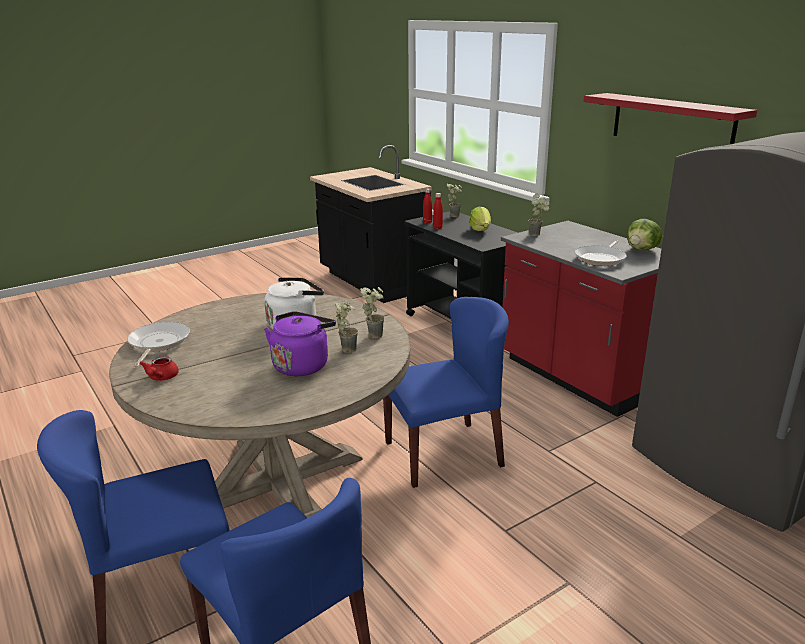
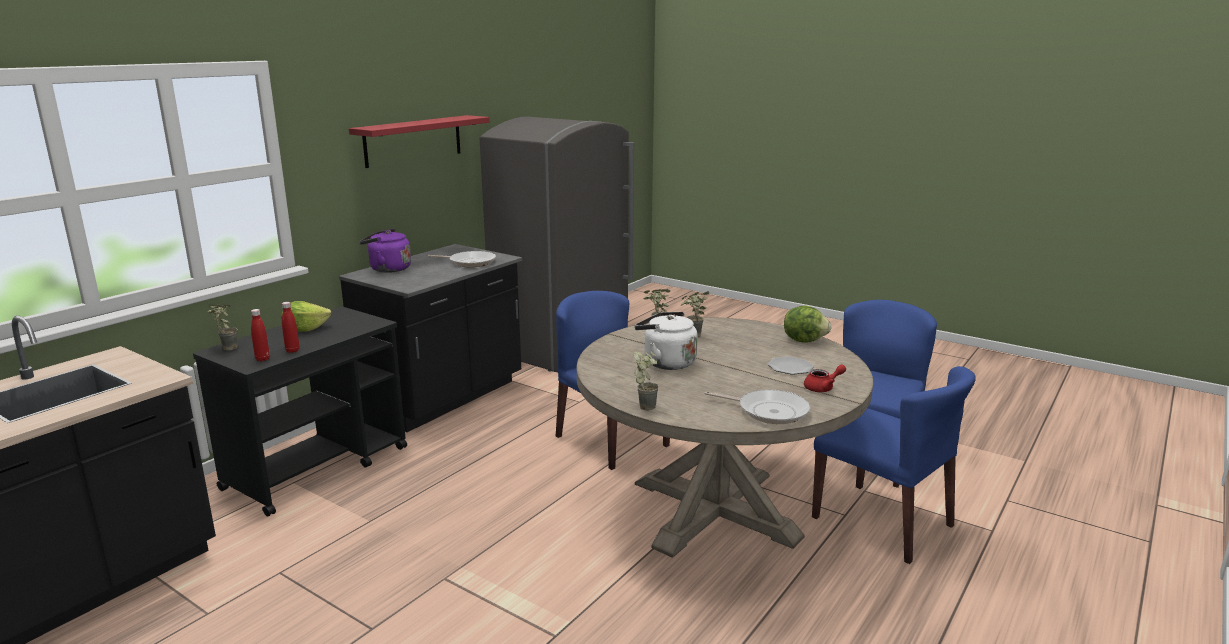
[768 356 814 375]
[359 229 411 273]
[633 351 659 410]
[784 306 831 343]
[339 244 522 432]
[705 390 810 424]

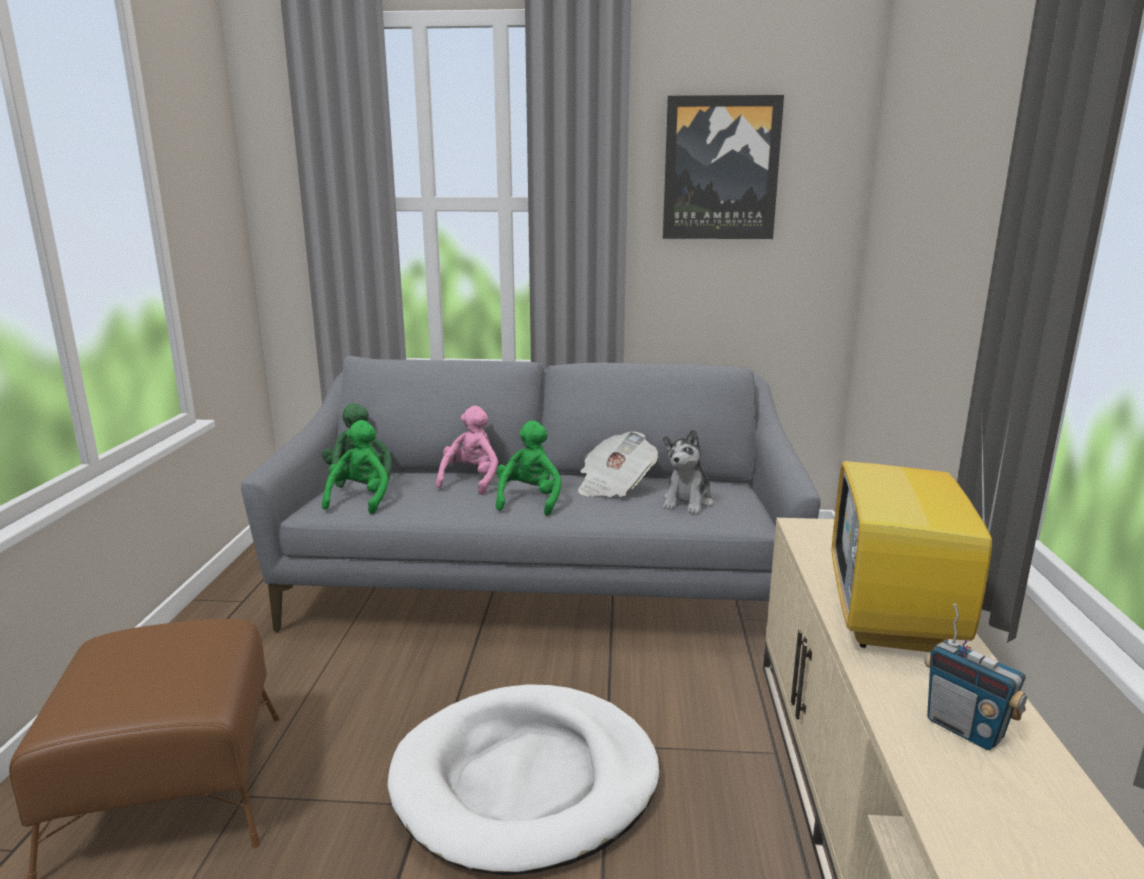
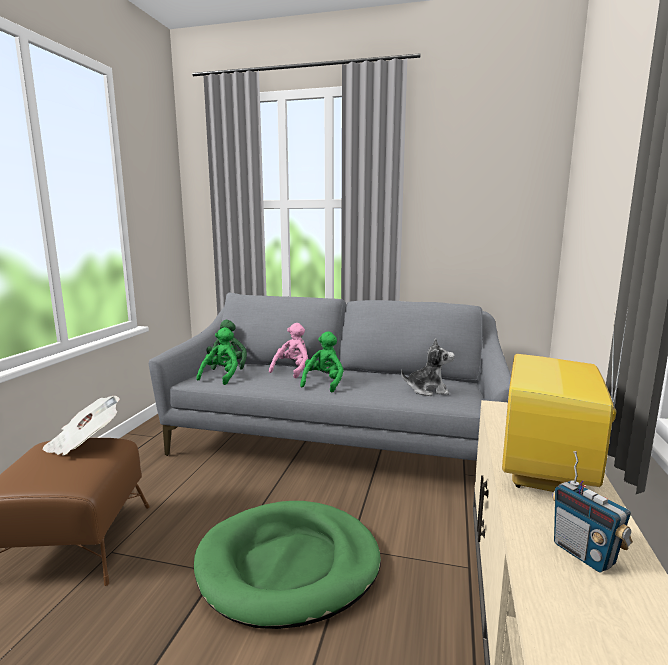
[663 95 784 239] (first image)
[42 396 120 456]
[194 501 381 629]
[401 338 455 396]

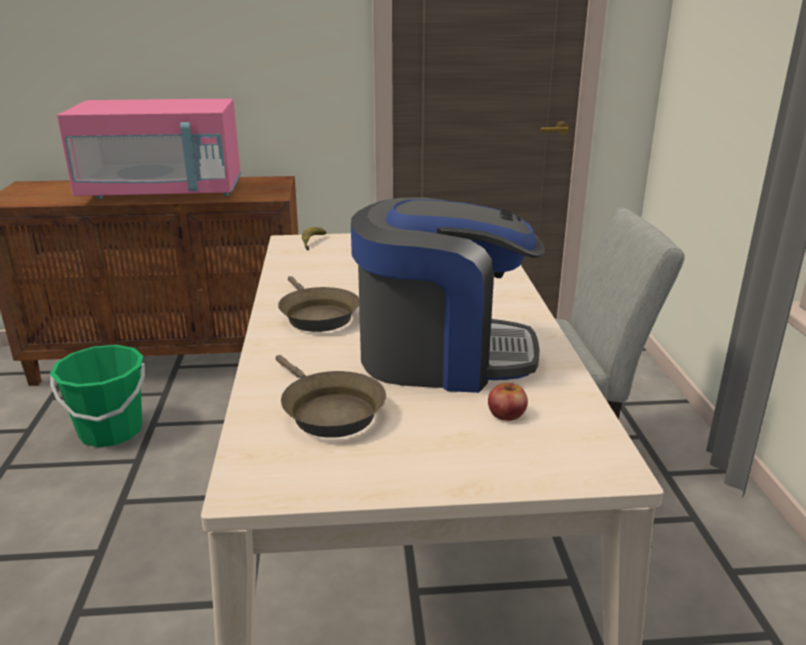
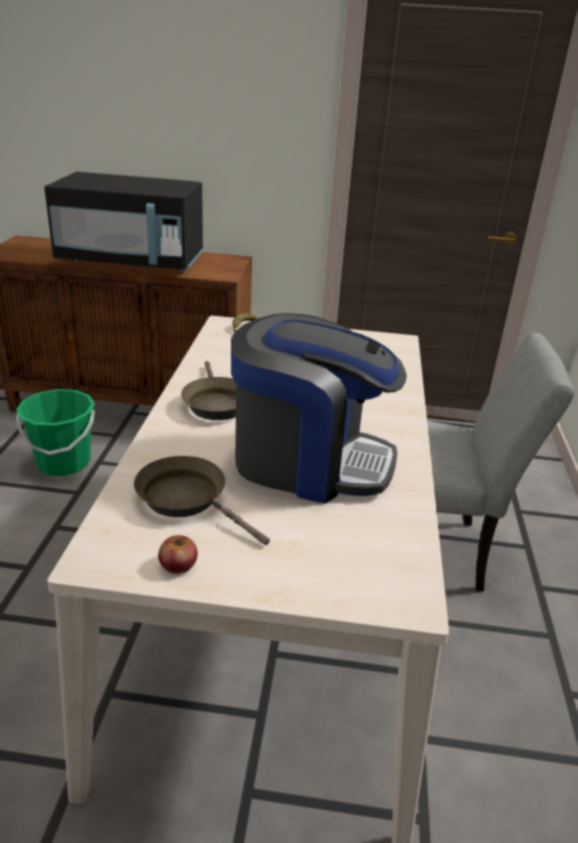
[158 535 198 574]
[44 172 204 271]
[134 456 270 545]

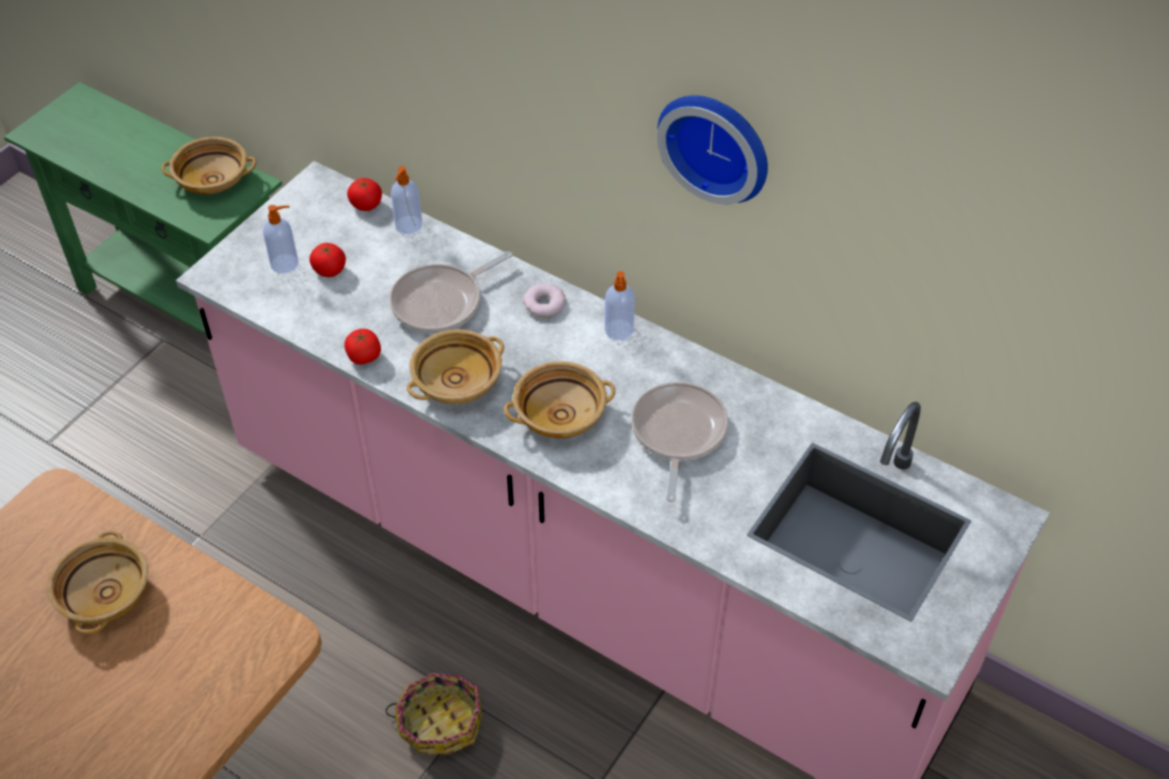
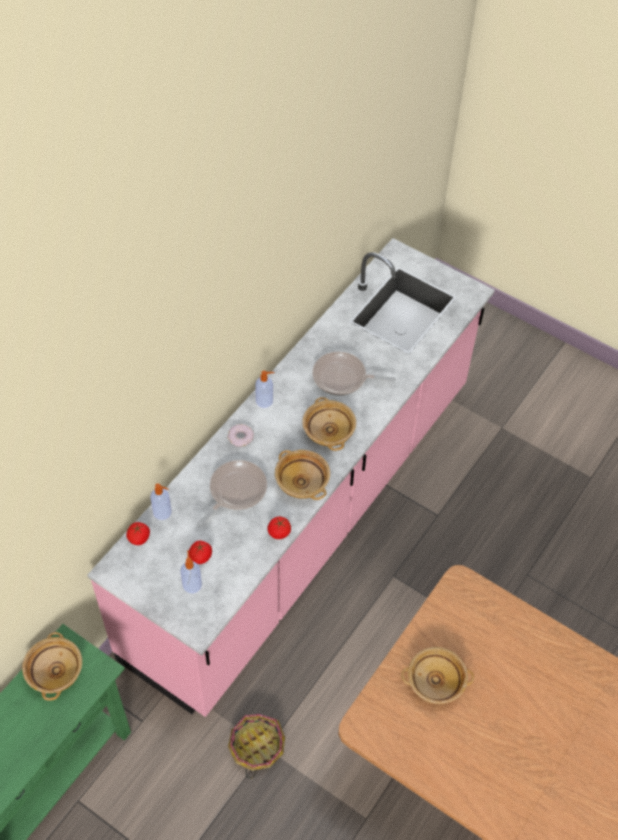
[657 95 768 205] (first image)
[228 714 285 779]
[197 460 267 526]

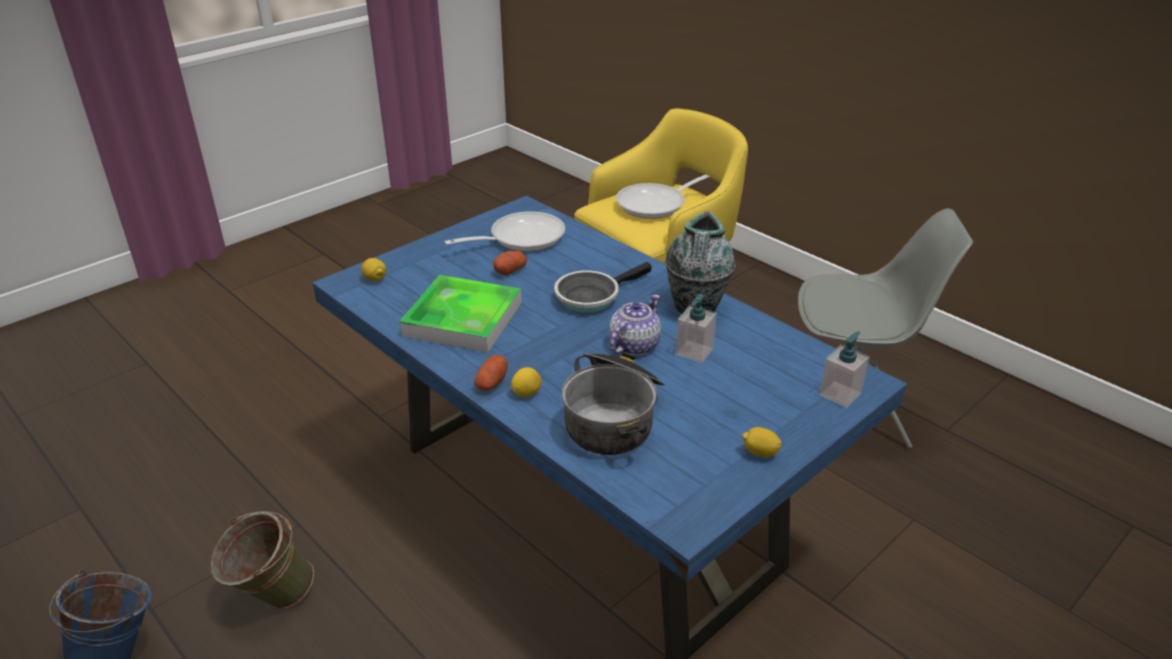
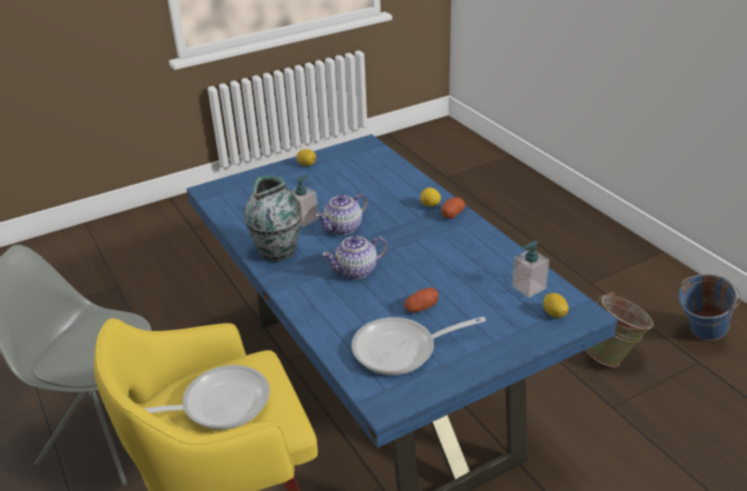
[400 275 522 353] (first image)
[562 352 665 455] (first image)
[512 241 549 298]
[322 236 388 279]

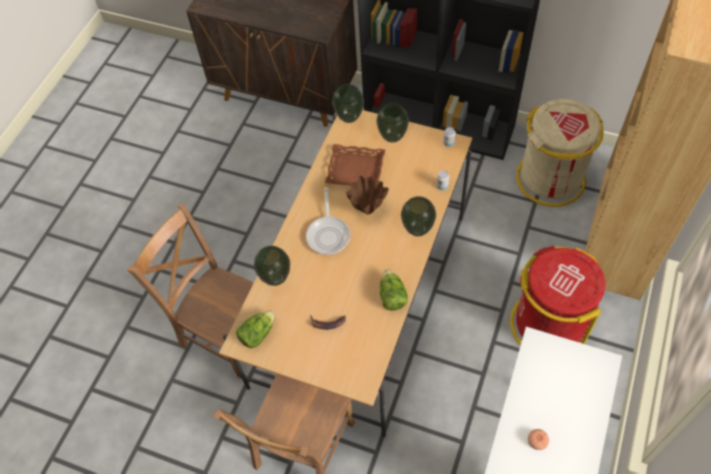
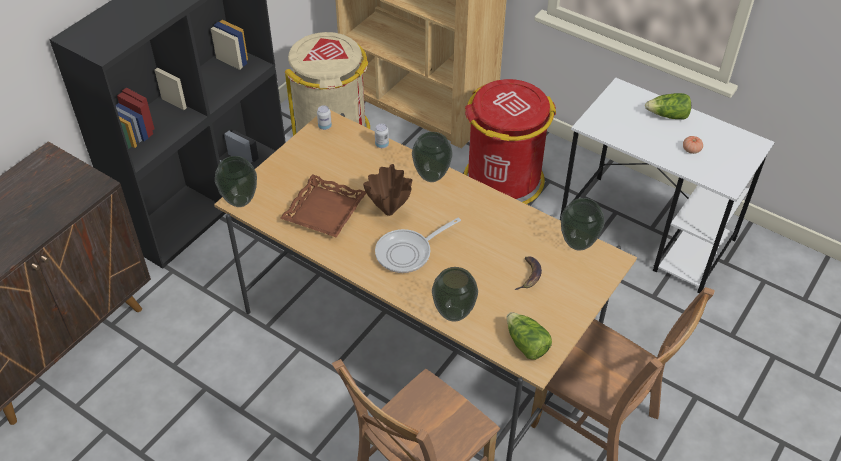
[561 198 604 251]
[645 93 691 120]
[375 218 461 273]

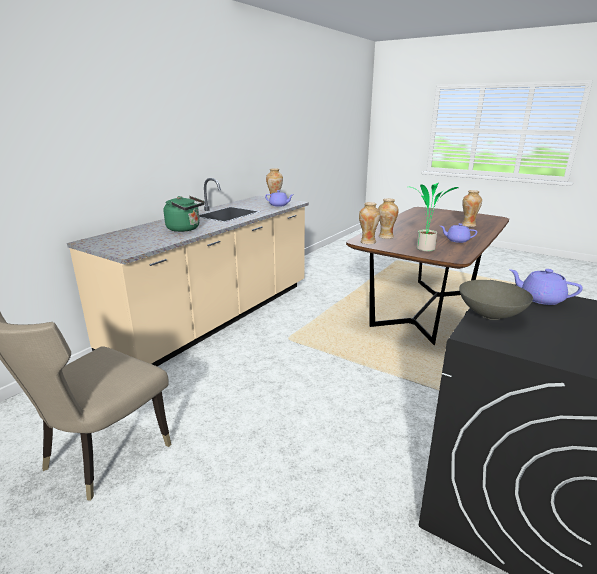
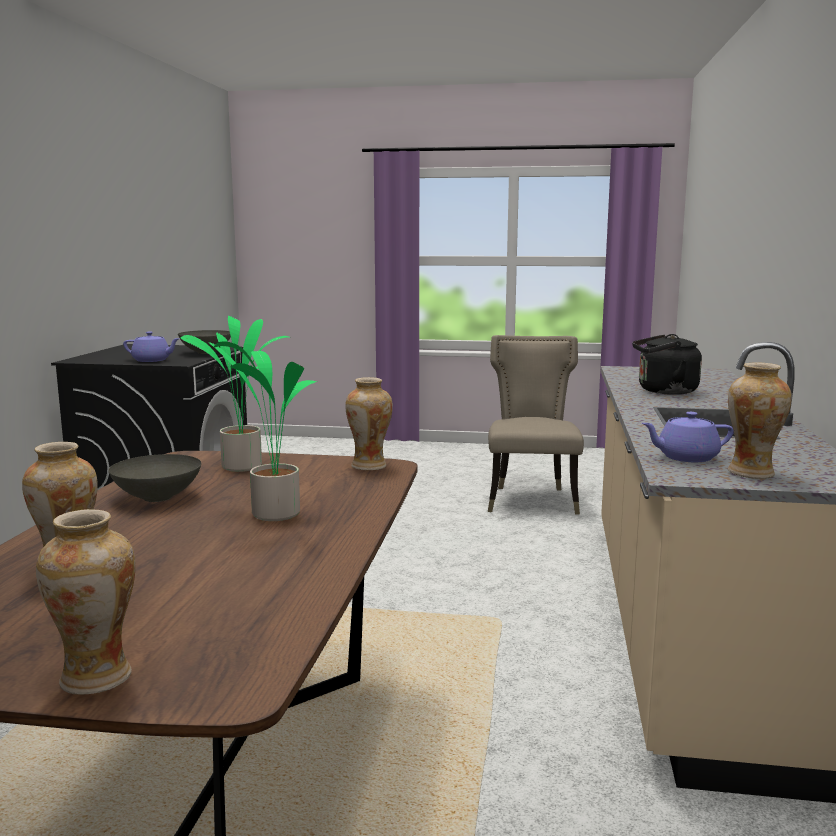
[208 341 317 521]
[36 509 135 695]
[108 454 201 502]
[632 334 702 395]

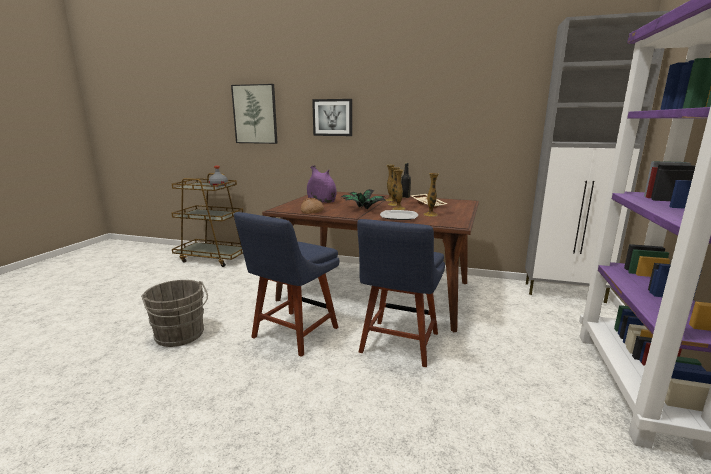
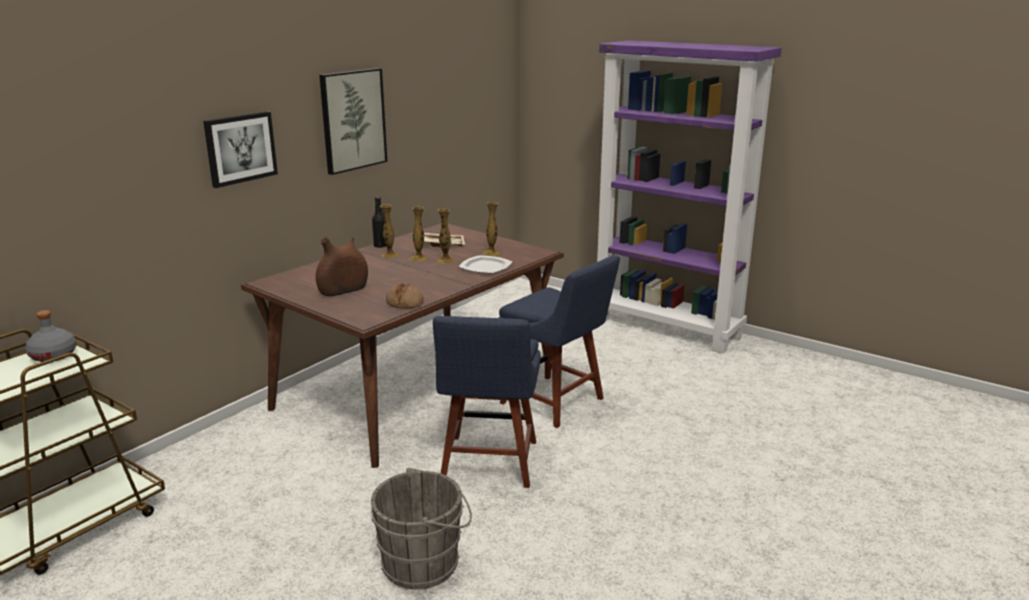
[341 189 385 209] (first image)
[525 10 672 303] (first image)
[319 68 387 175]
[315 237 368 296]
[433 316 540 488]

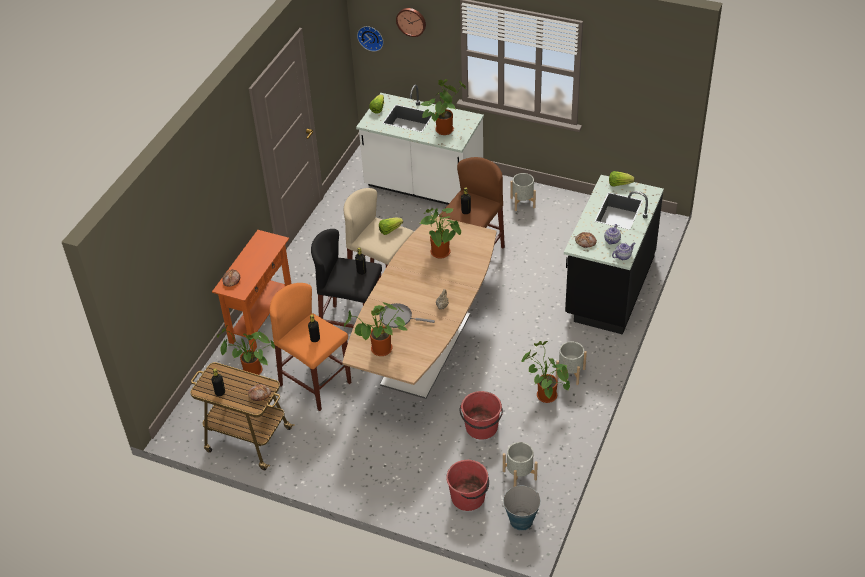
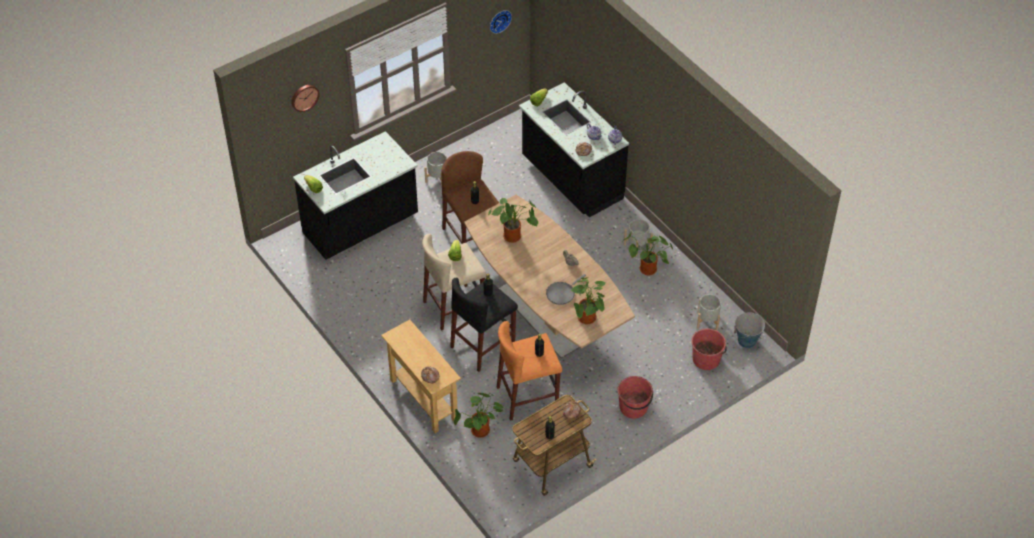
[420 79 466 135] (first image)
[490 10 512 34]
[617 376 653 419]
[381 320 461 433]
[293 131 418 260]

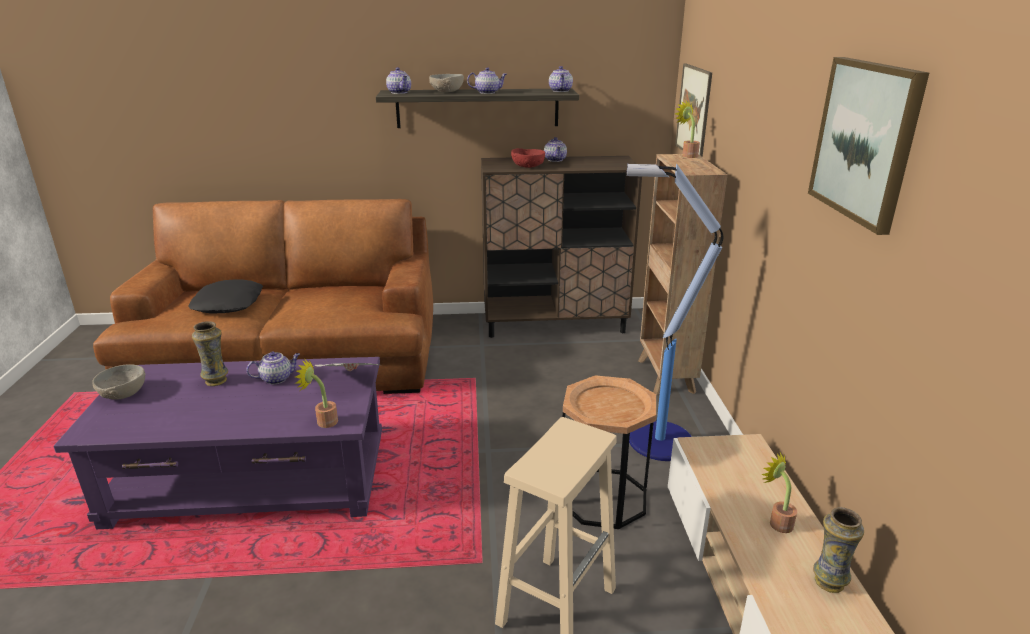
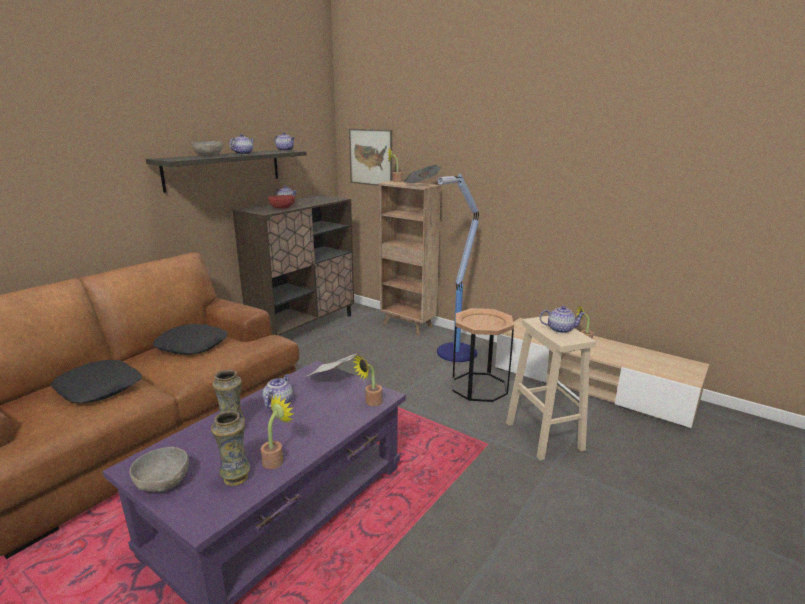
[808 57 929 235] (first image)
[153 324 228 355]
[261 395 294 469]
[404 165 441 183]
[540 306 586 333]
[211 411 250 486]

